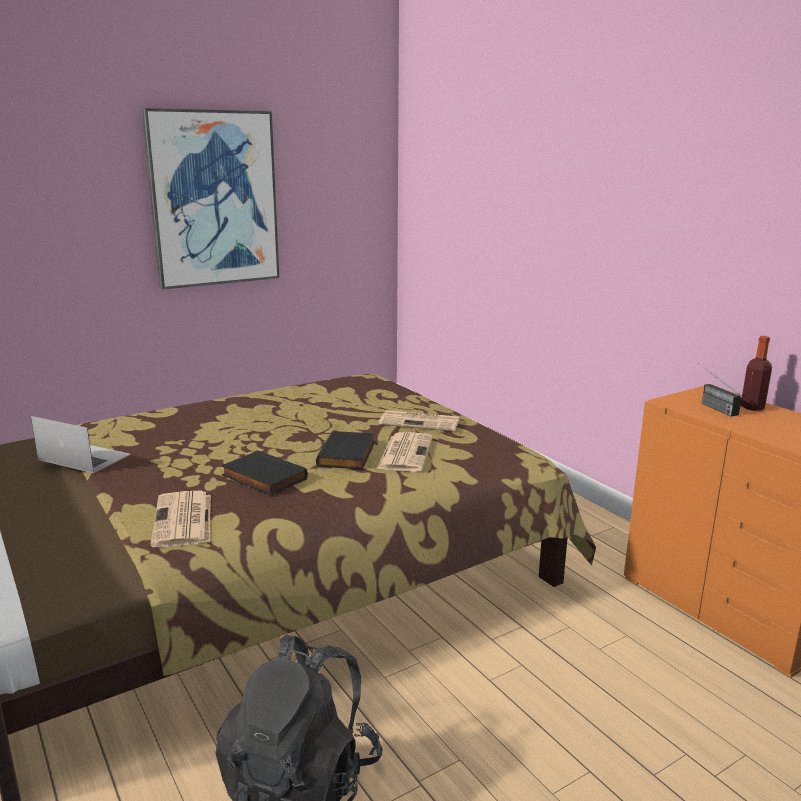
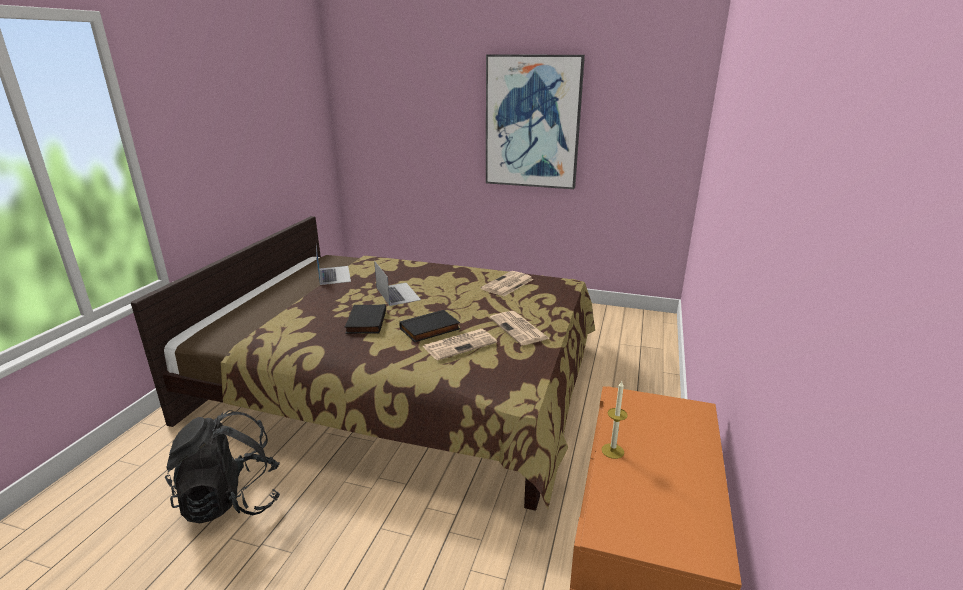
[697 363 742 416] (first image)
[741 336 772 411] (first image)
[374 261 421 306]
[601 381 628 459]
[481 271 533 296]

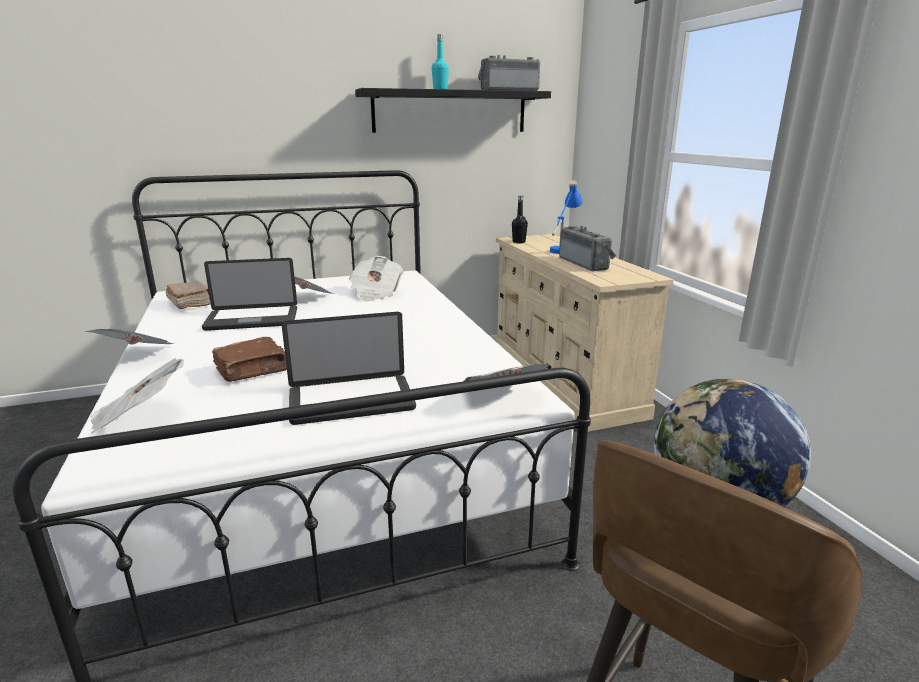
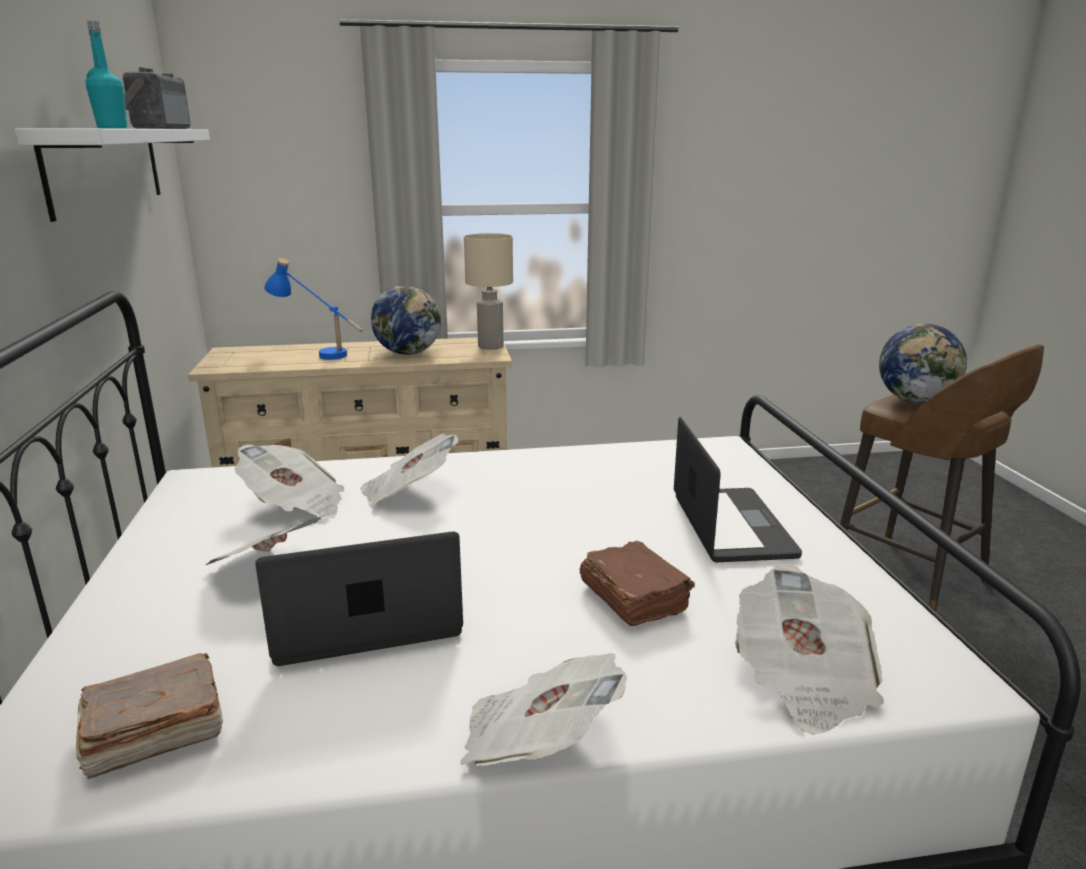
[512 196 528 243] (first image)
[464 233 513 350]
[360 434 459 505]
[371 285 441 355]
[15 128 210 222]
[255 532 463 666]

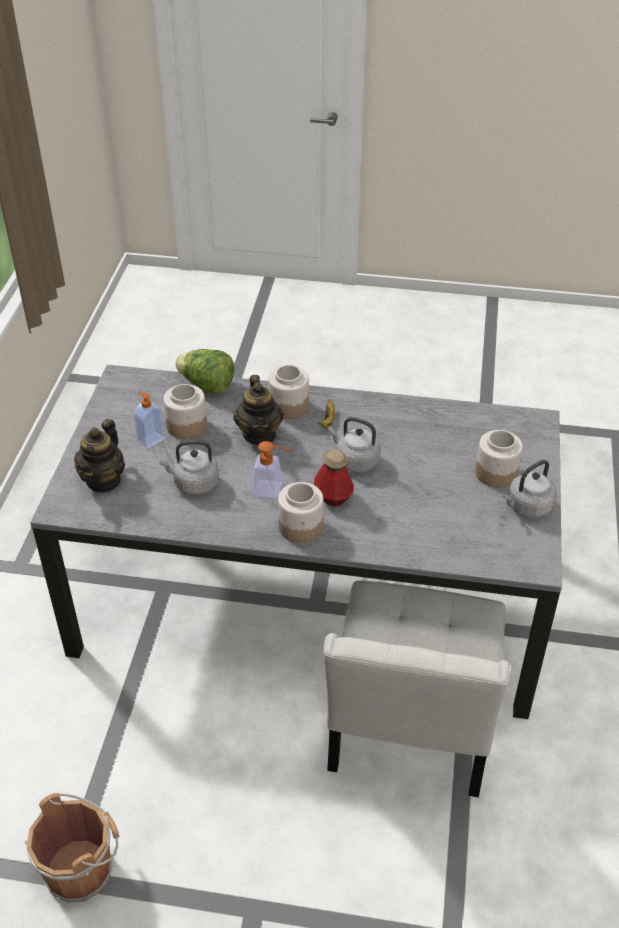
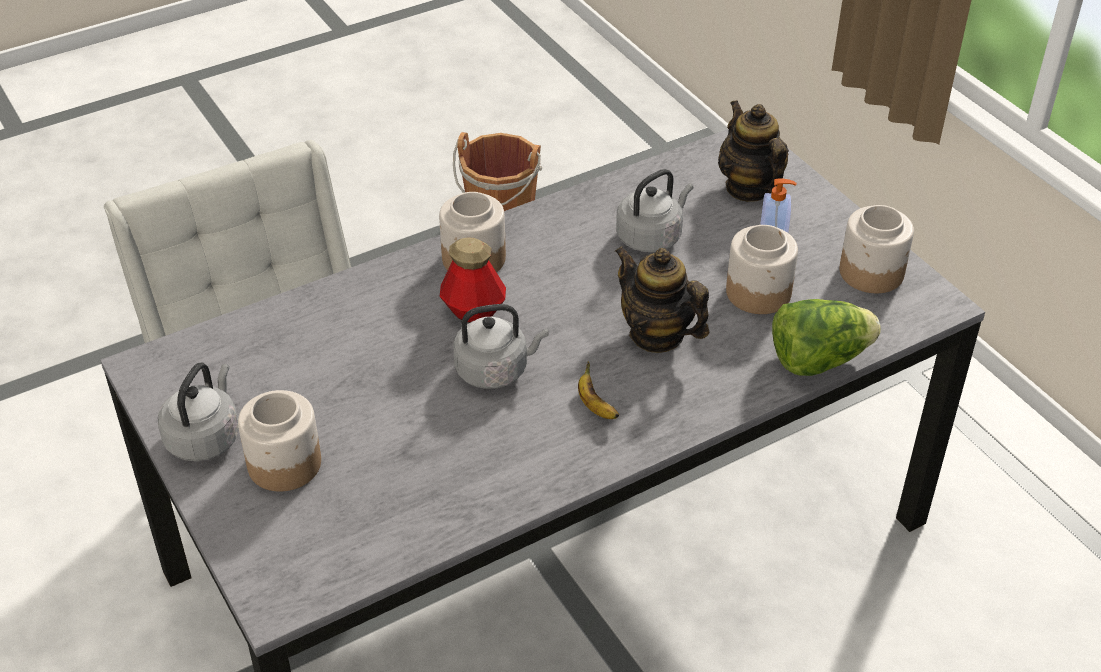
[252 441 291 499] (first image)
[840 205 914 293]

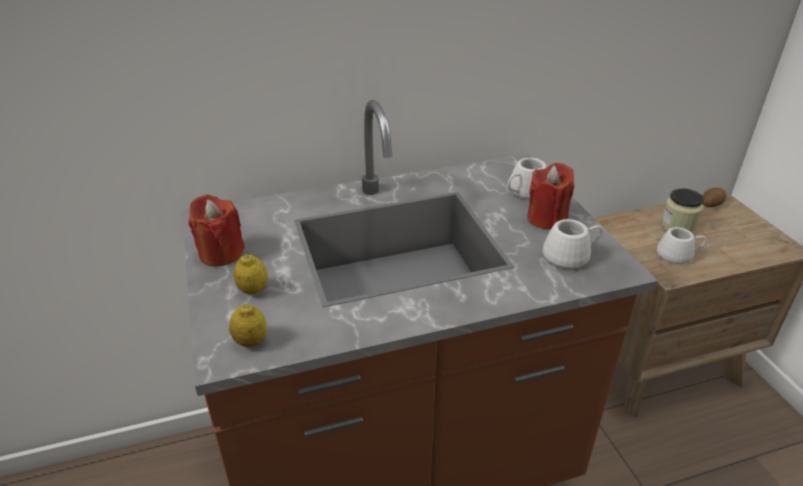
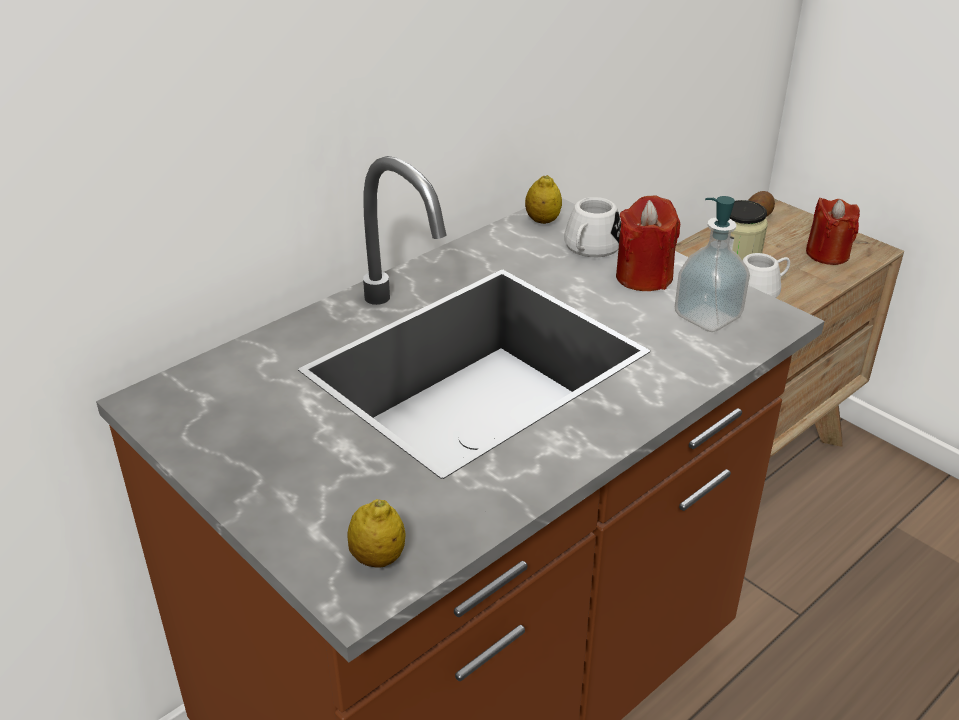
[806 198 860 265]
[525 175 562 224]
[675 196 750 332]

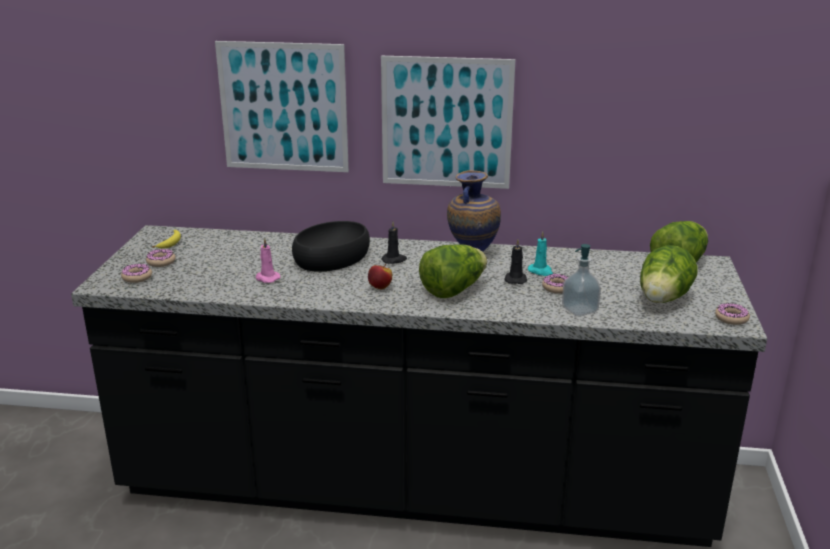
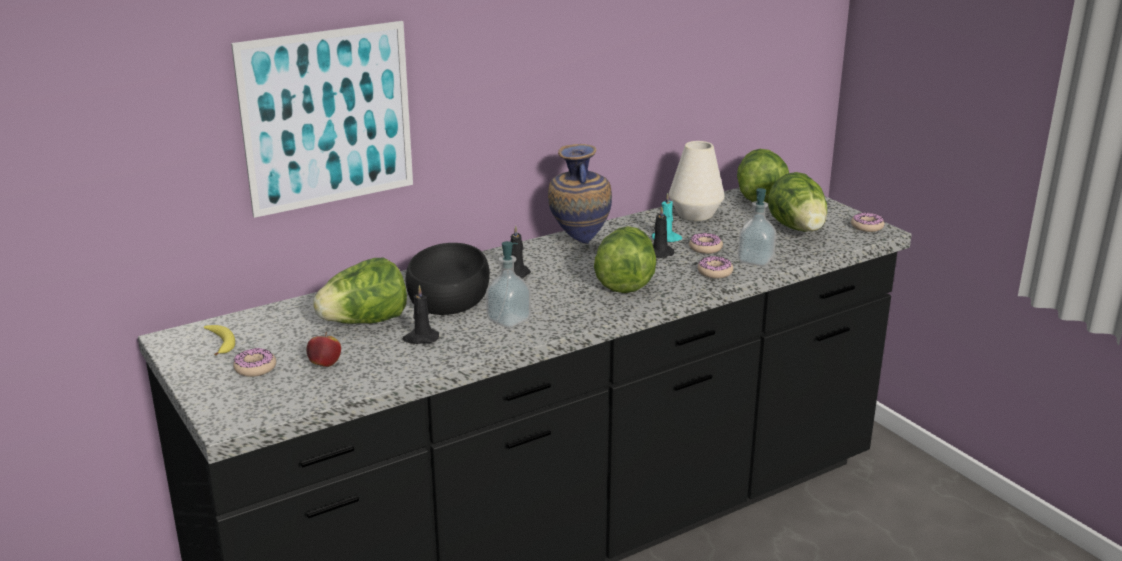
[381 56 515 189] (first image)
[313 258 407 324]
[486 241 531 328]
[669 141 725 221]
[698 256 733 278]
[306 332 341 367]
[403 285 439 344]

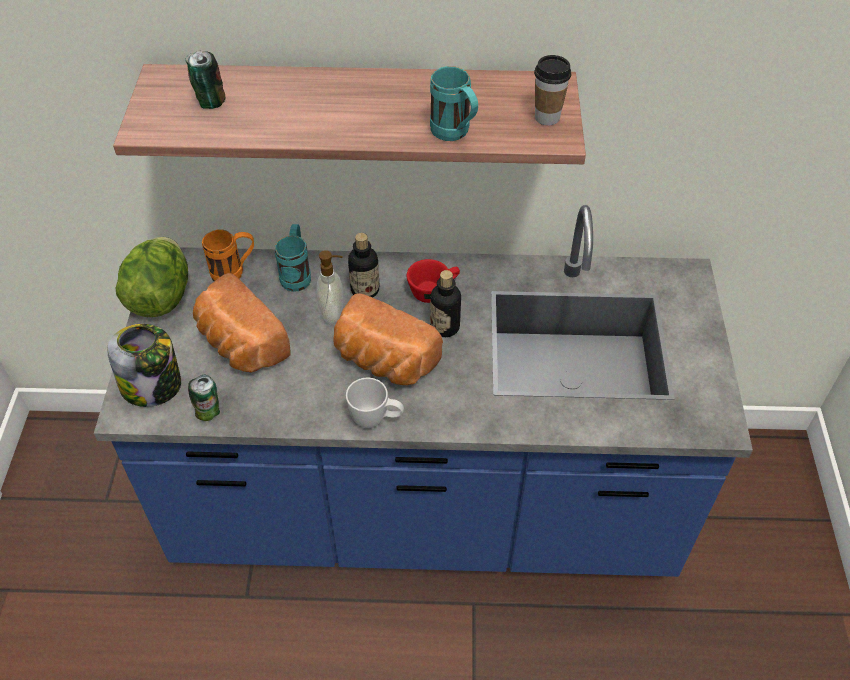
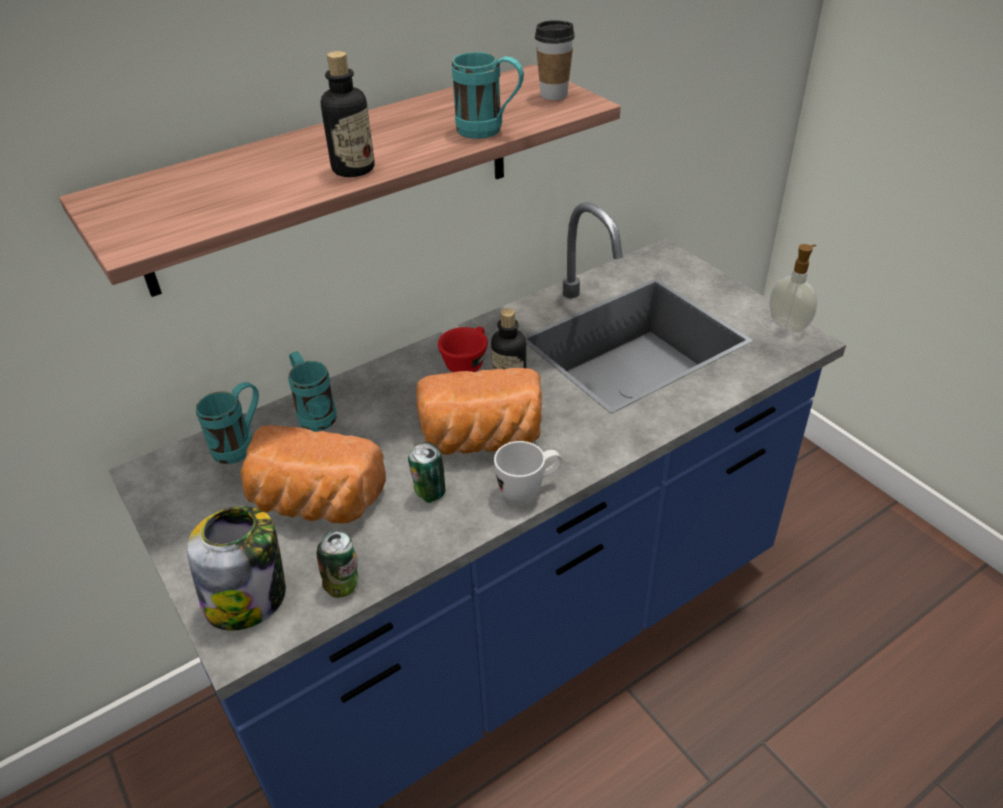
[116 237 188 317] (first image)
[408 442 445 503]
[769 244 818 332]
[321 51 374 177]
[196 382 259 464]

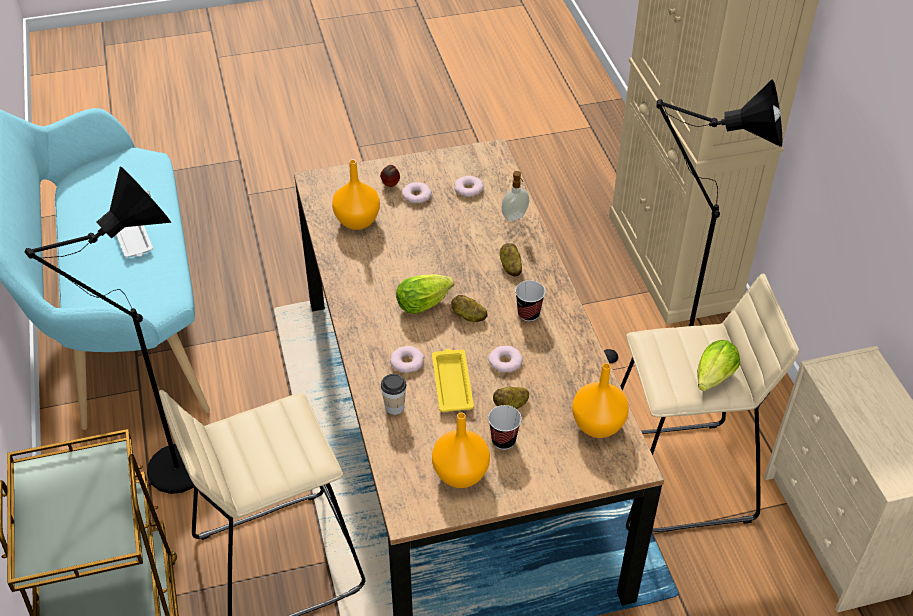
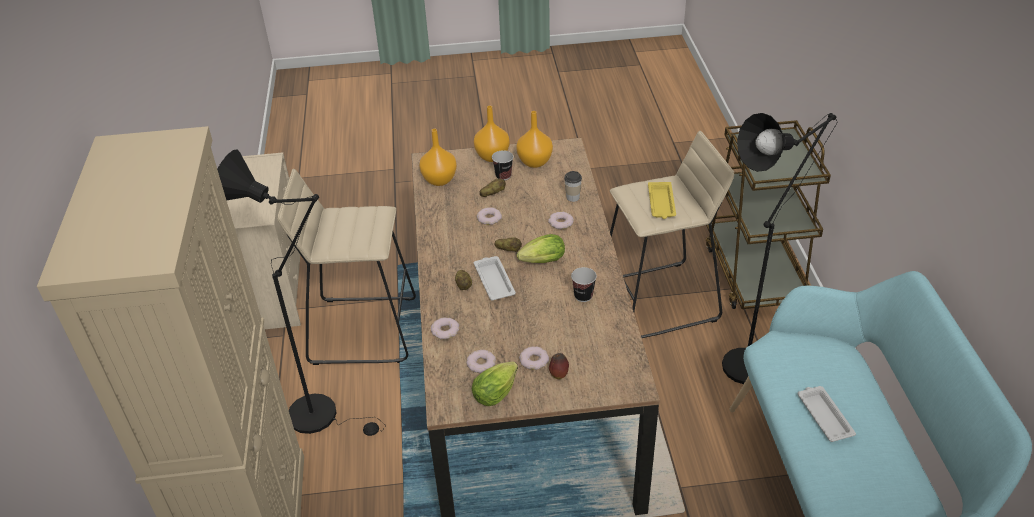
[474 256 516 301]
[474 106 510 162]
[648 182 676 219]
[571 267 597 302]
[472 361 518 406]
[431 318 459 339]

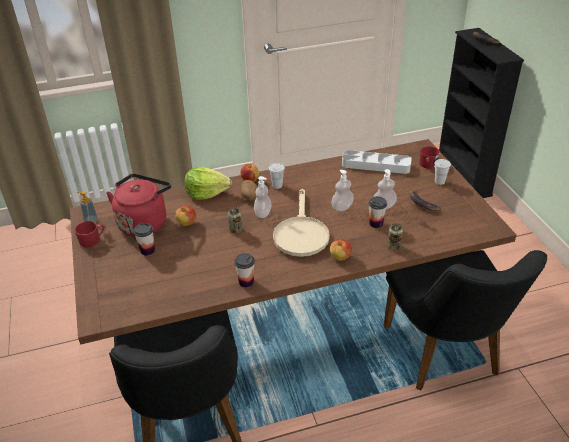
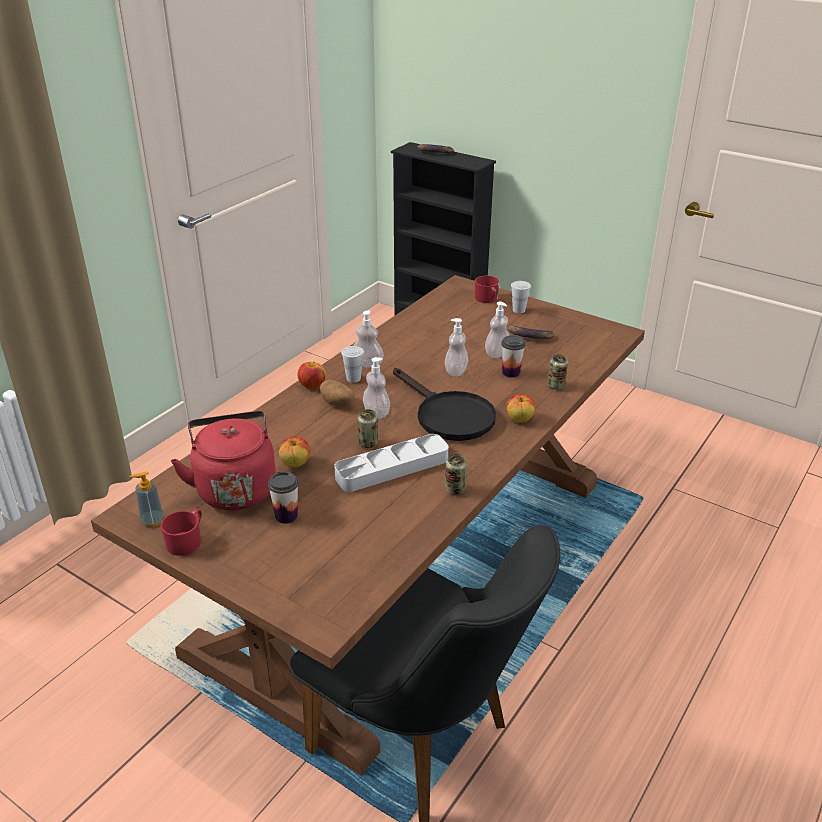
[184 167 232 200] (first image)
[384 250 547 391] (first image)
[353 310 384 368]
[334 434 448 492]
[445 454 467 495]
[393 368 496 441]

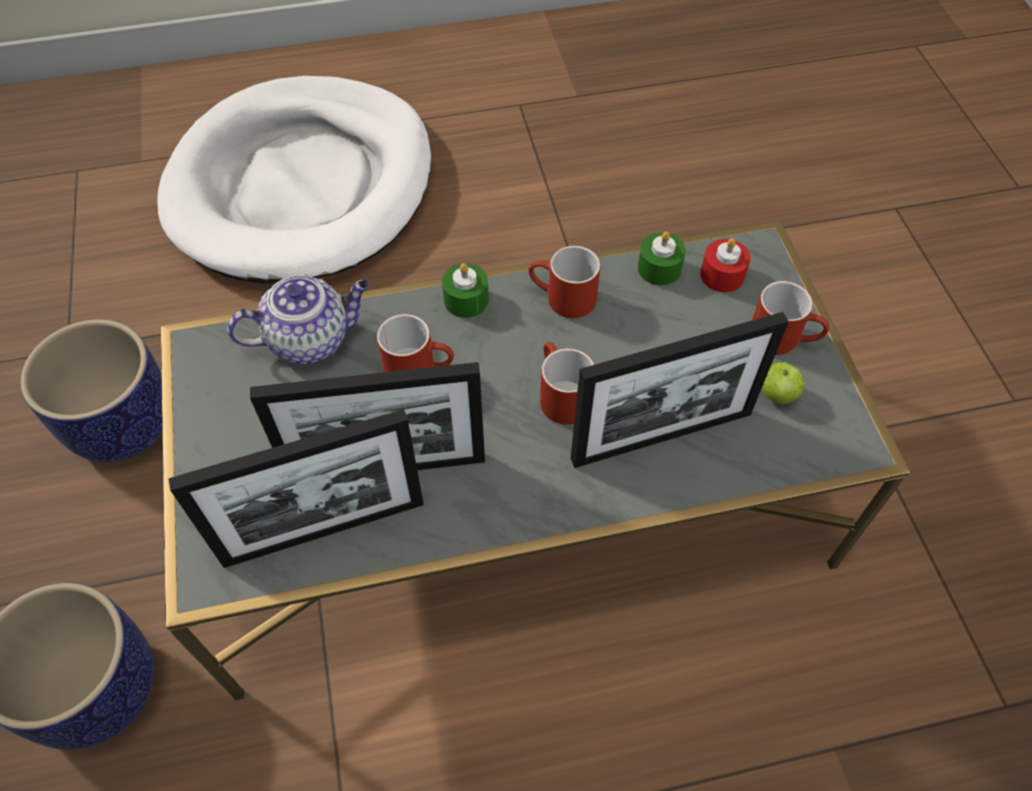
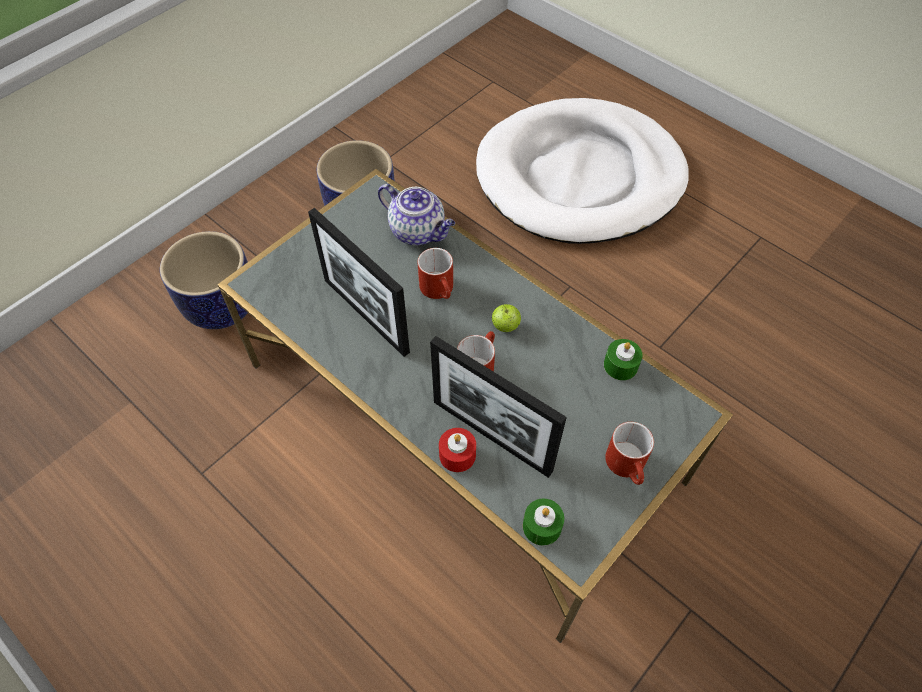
[168 409 424 568] (first image)
[529 246 600 318] (first image)
[523 498 564 546]
[439 428 476 472]
[492 304 521 332]

